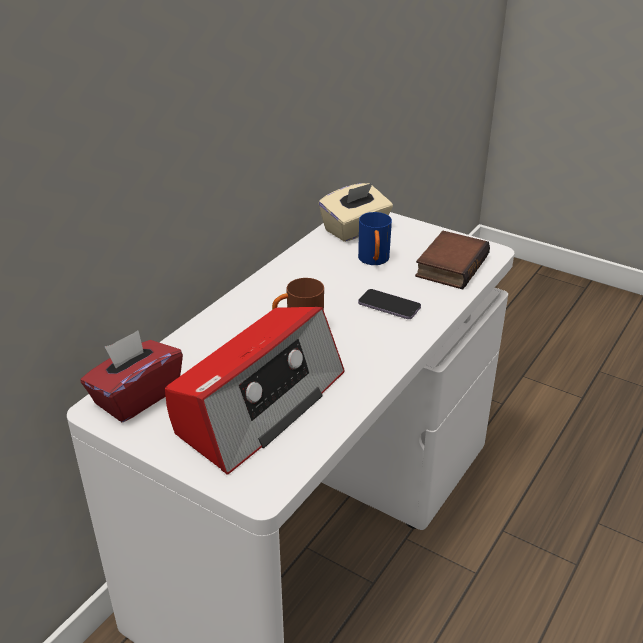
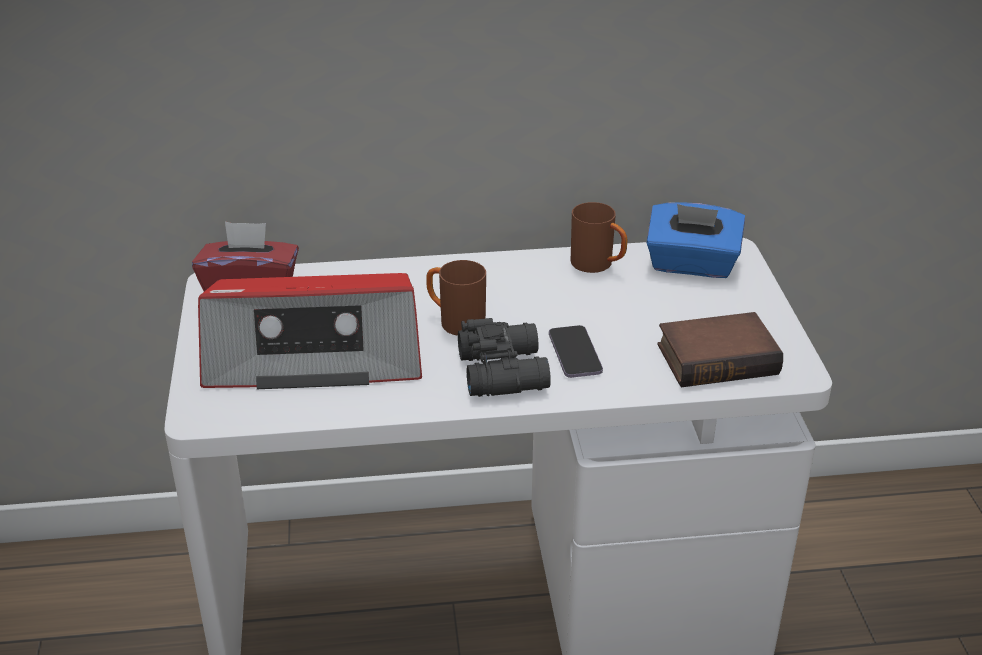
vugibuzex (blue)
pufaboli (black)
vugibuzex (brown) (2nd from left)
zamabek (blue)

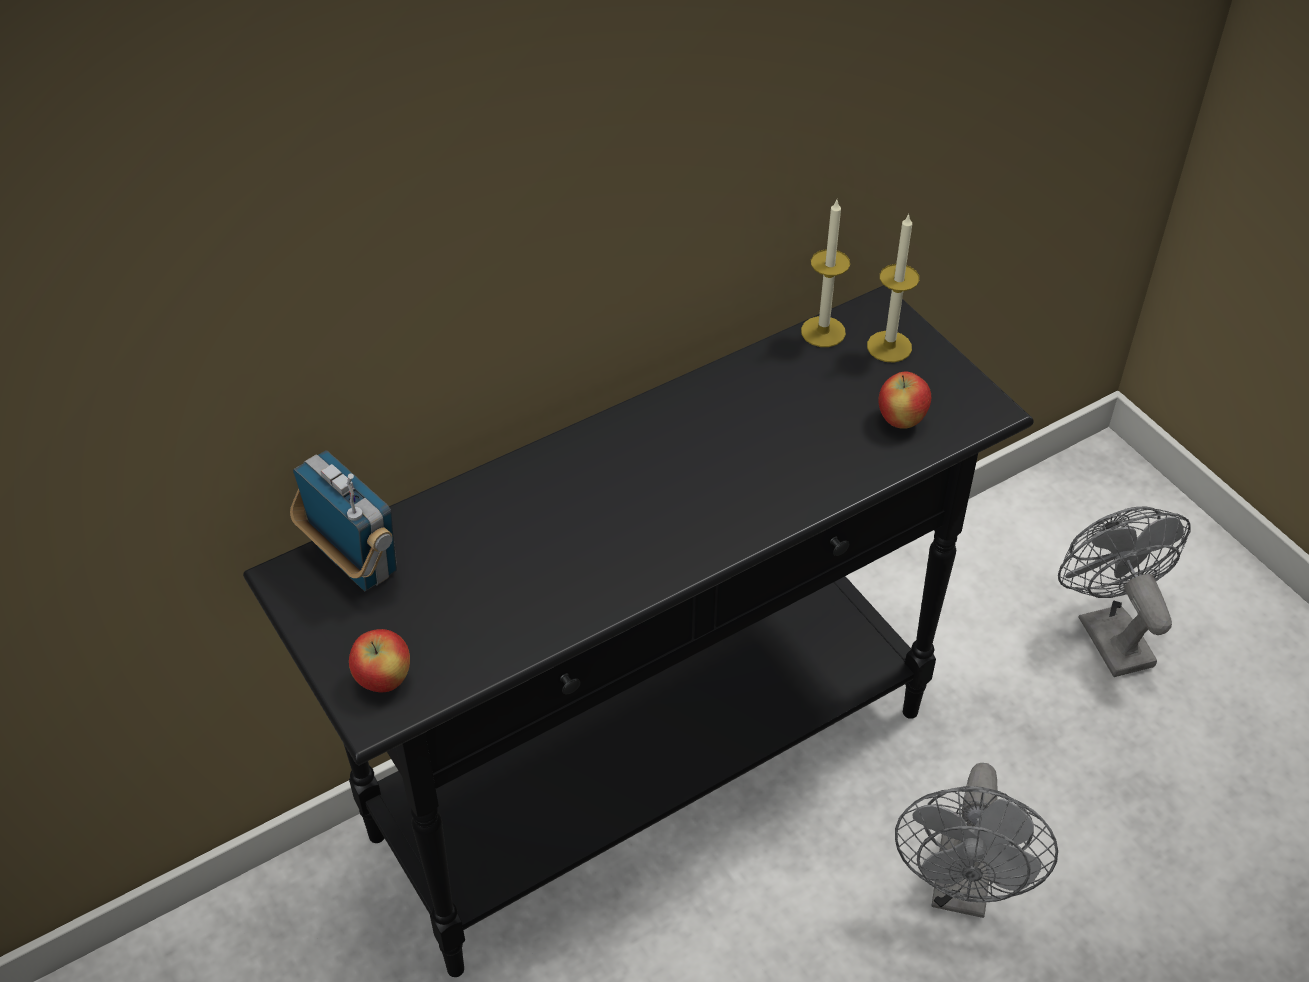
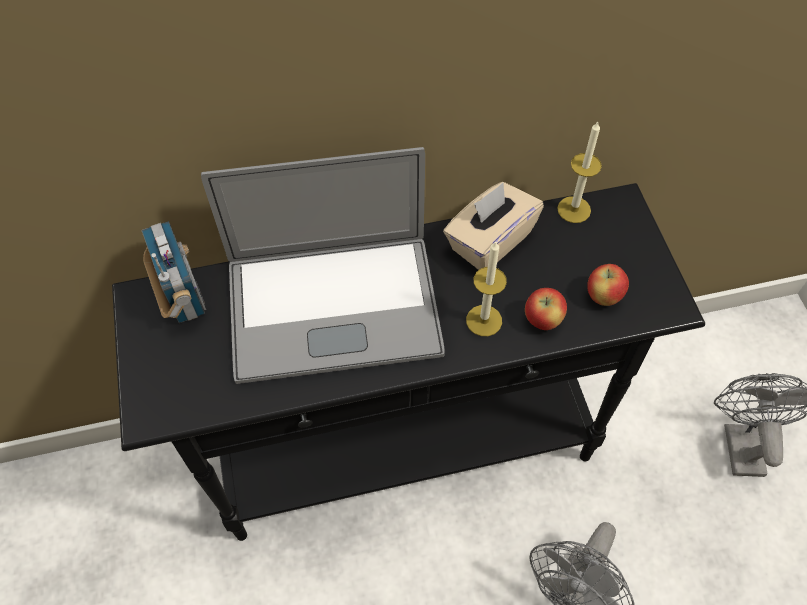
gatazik
zamabek (beige)
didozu (1st from left)
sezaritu (1st from left)

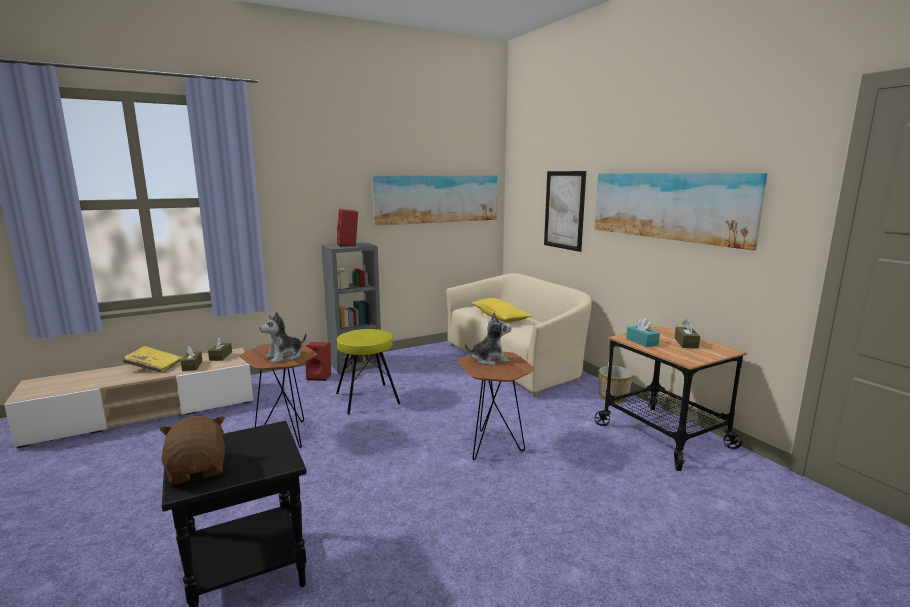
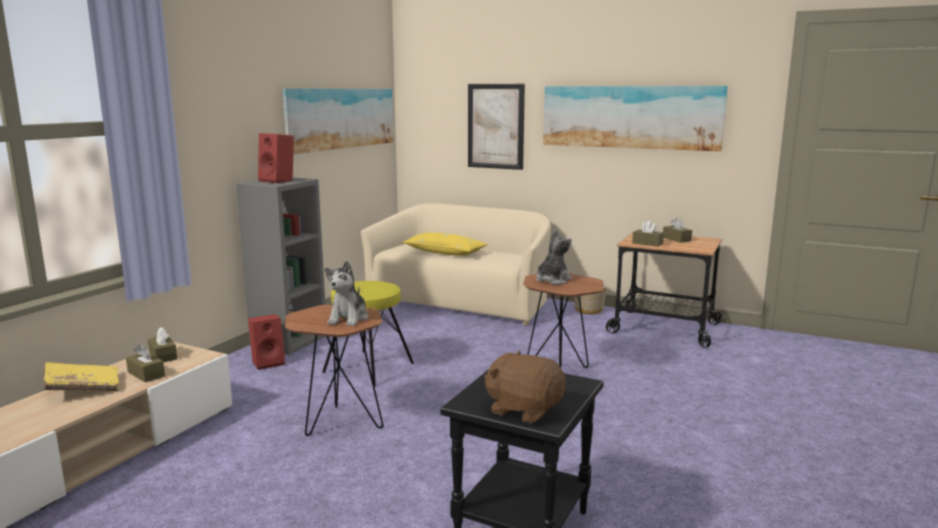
zamabek (brown) (3rd from left)

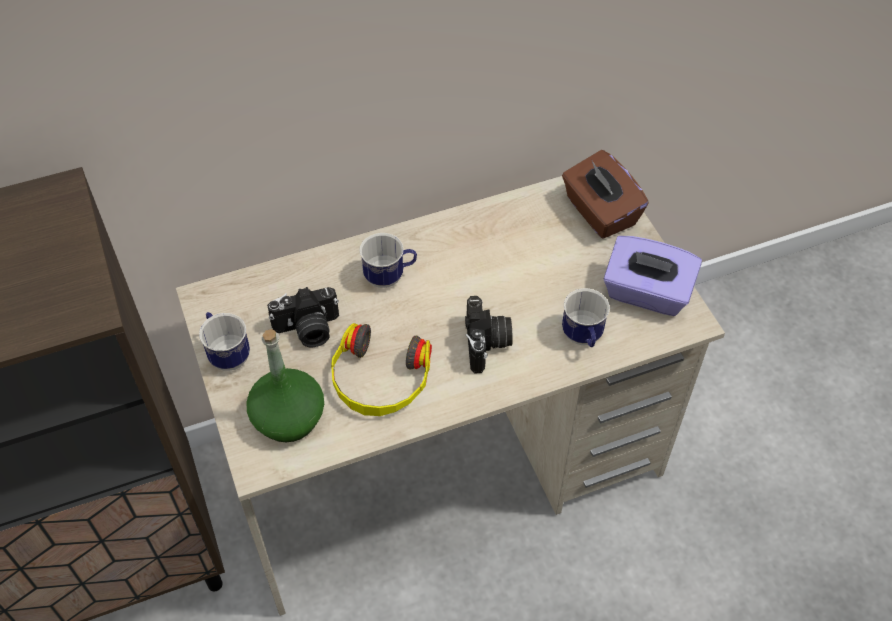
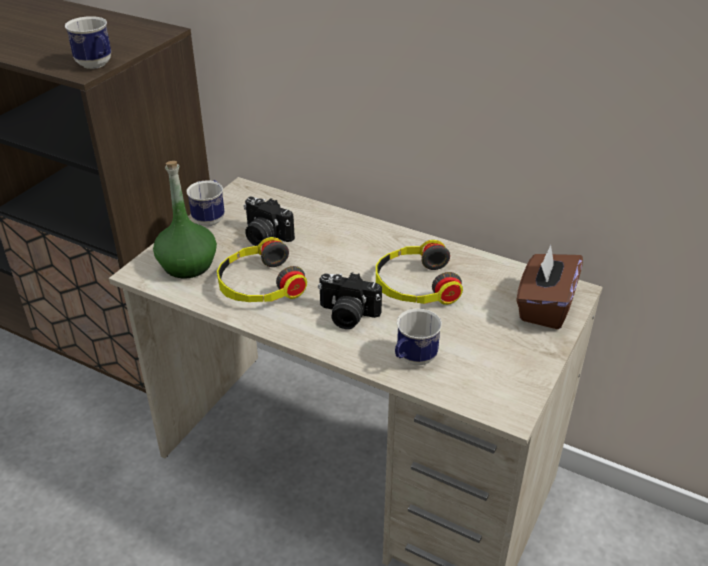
zamabek (purple)
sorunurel (2nd from left)
vugibuzex (1st from left)
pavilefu (2nd from left)

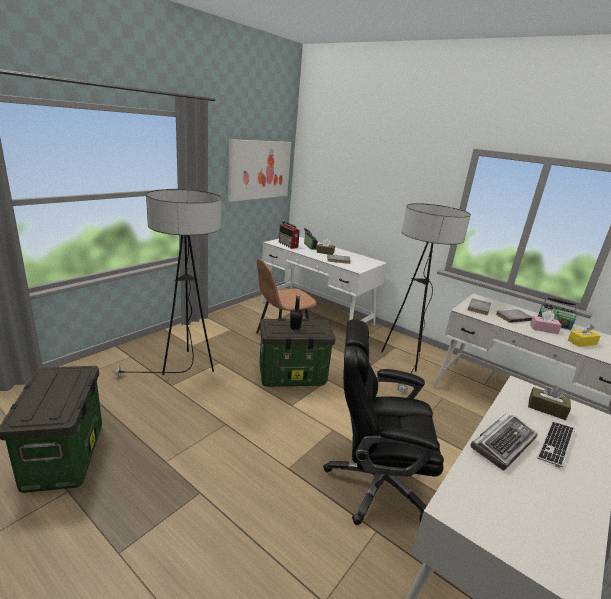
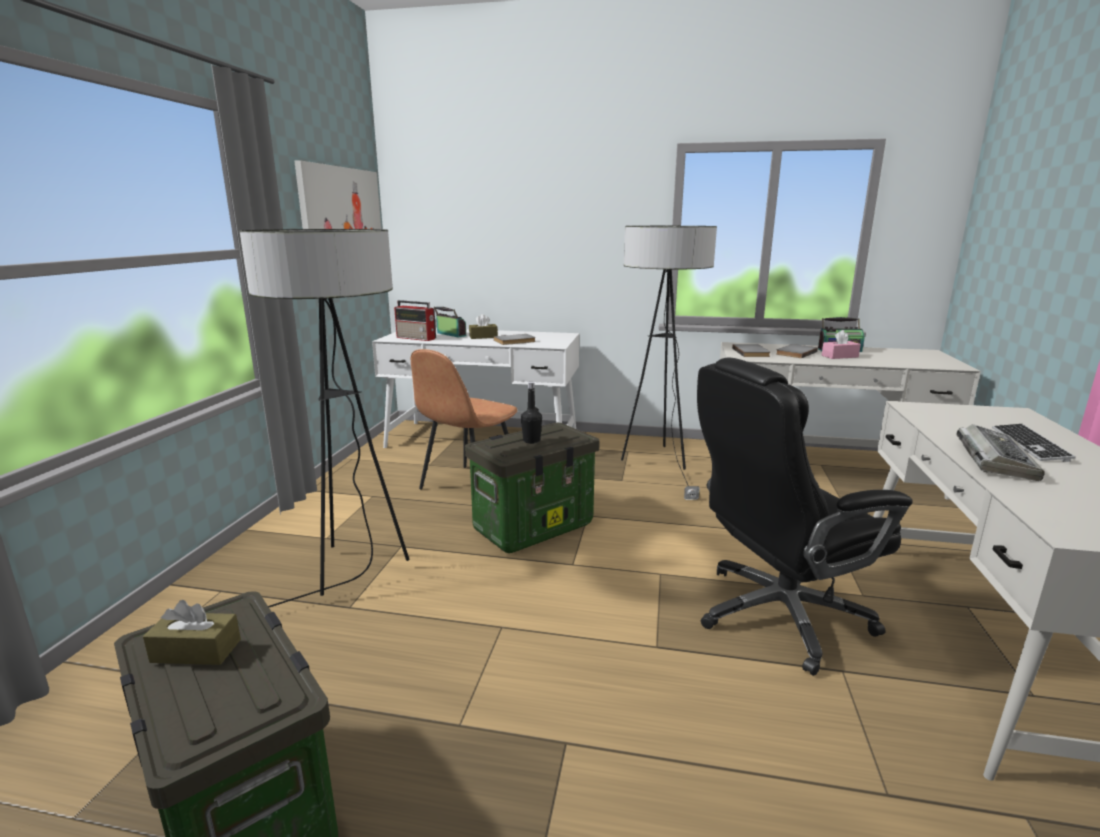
zamabek (yellow)
zamabek (brown) (1st from left)

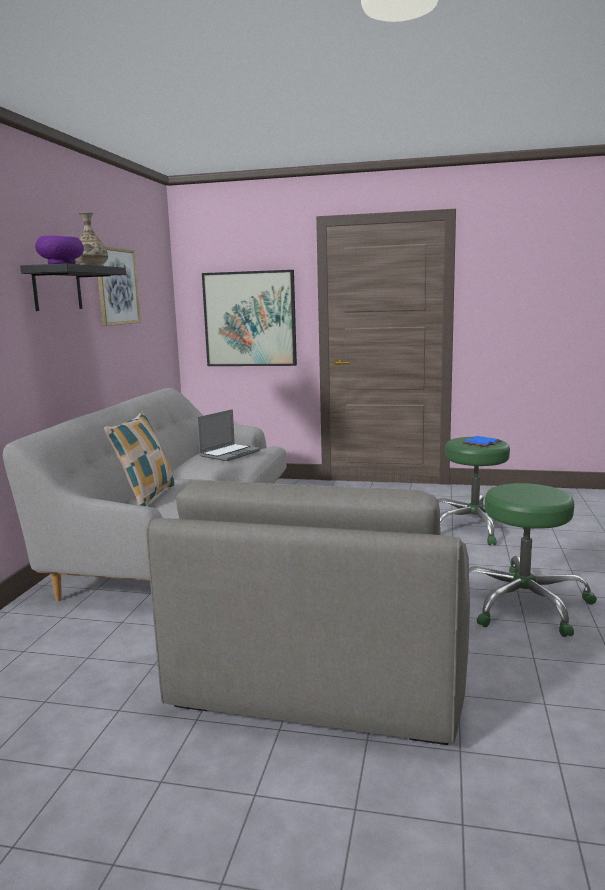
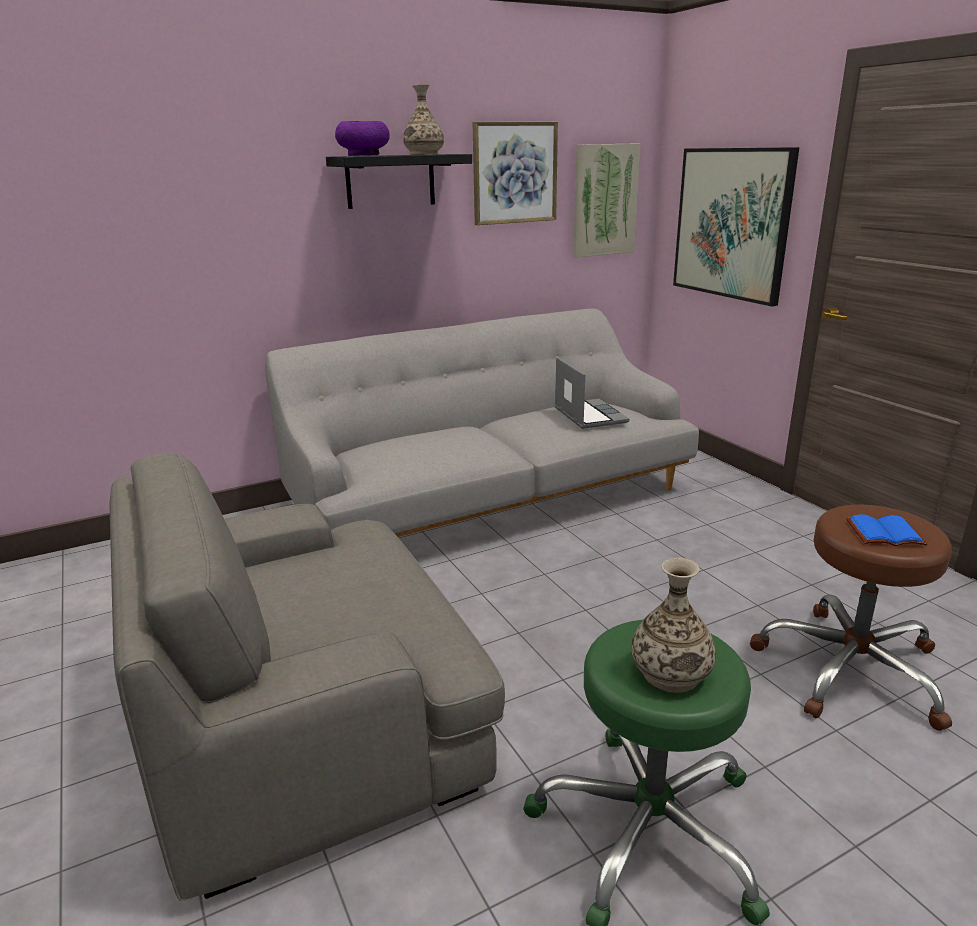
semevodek
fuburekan (2nd from left)
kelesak (2nd from left)
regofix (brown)
gatazik

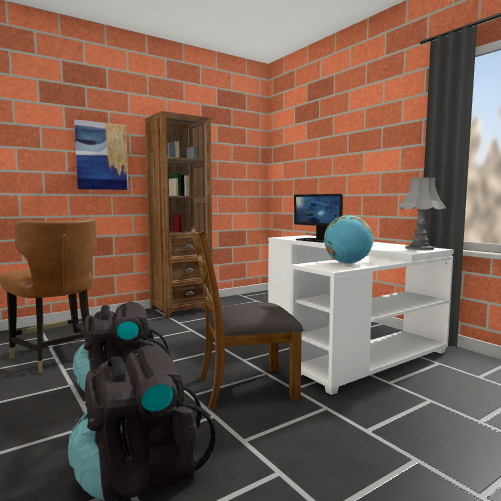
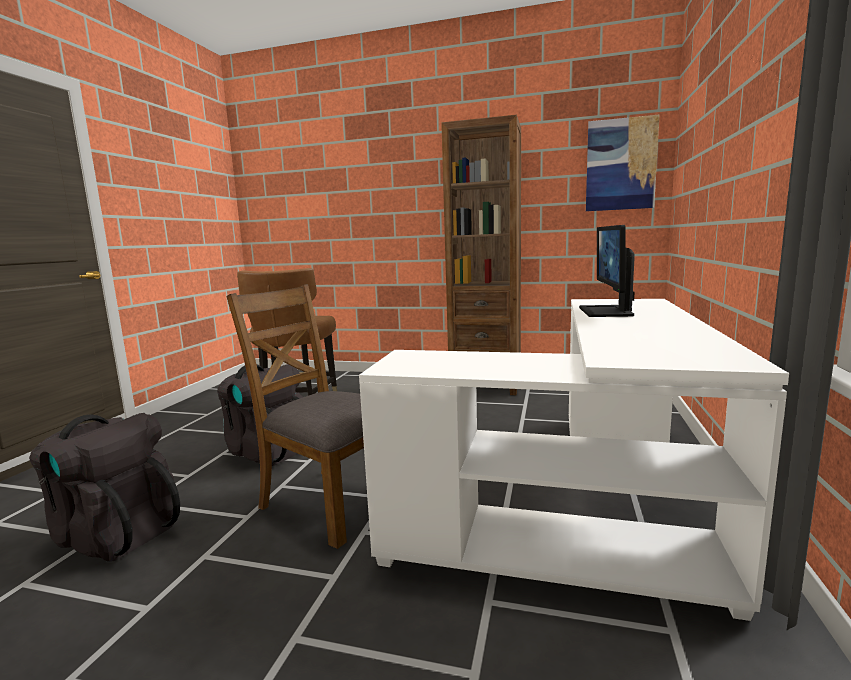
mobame
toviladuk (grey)
fuburekan

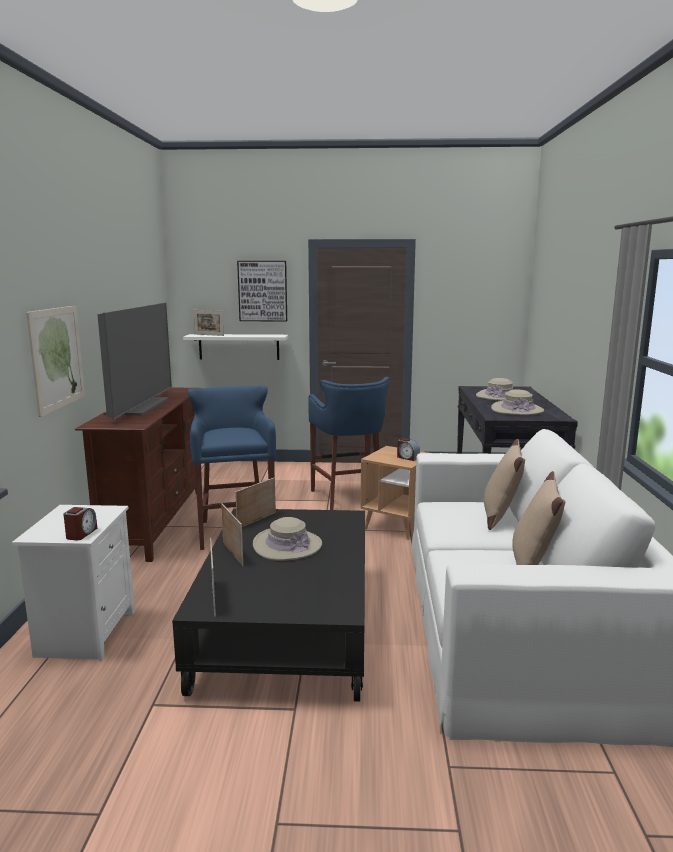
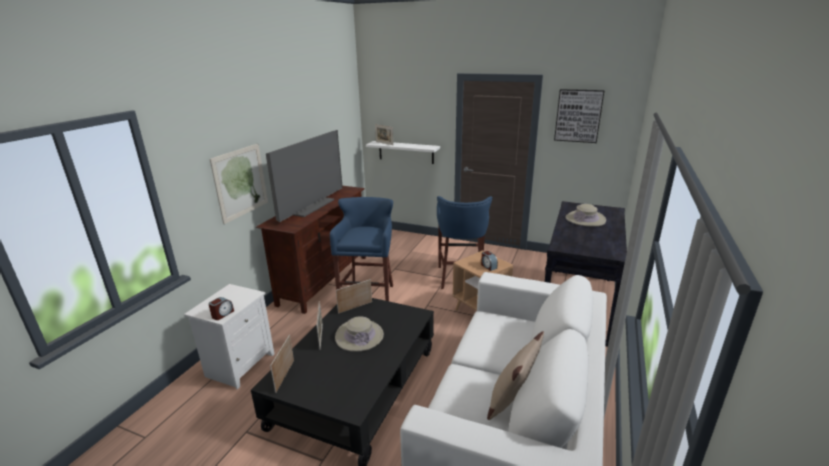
semevodek (beige) (1st from left in the first image)
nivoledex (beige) (3rd from left in the first image)
fuburekan (2nd from left)

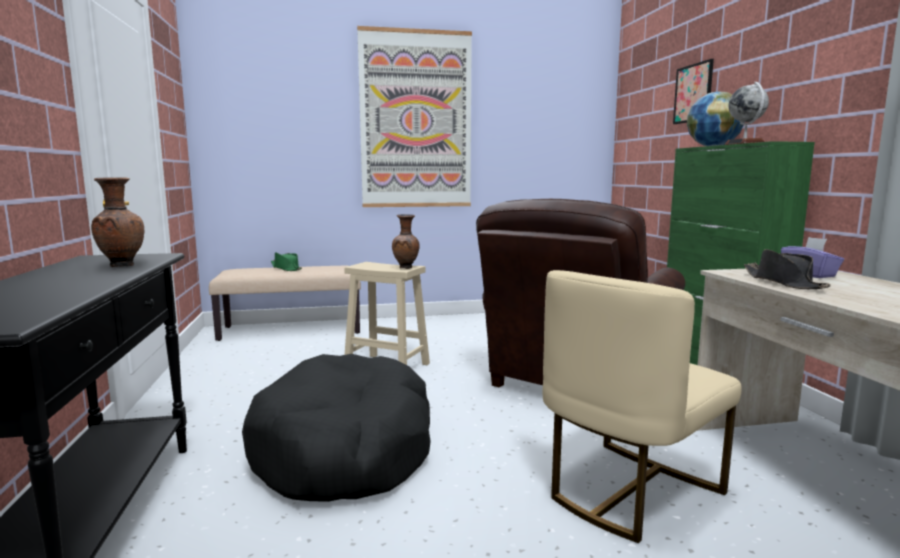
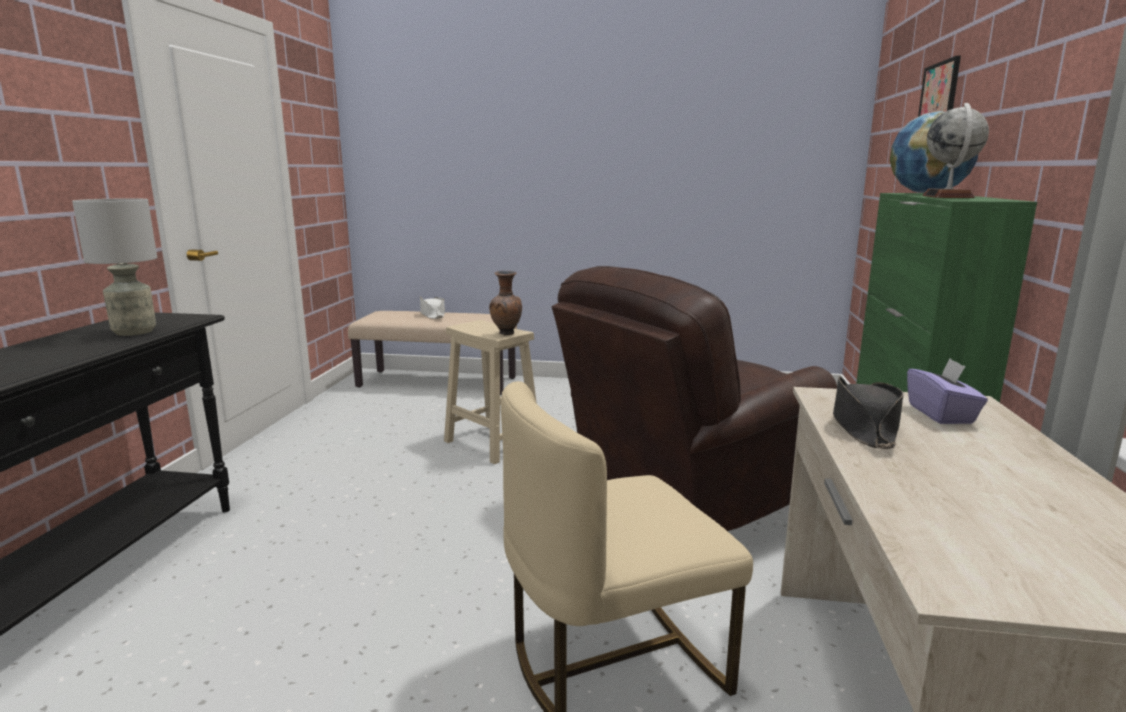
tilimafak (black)
fuburekan (1st from left in the first image)
toviladuk (grey)
nivoledex (white)

